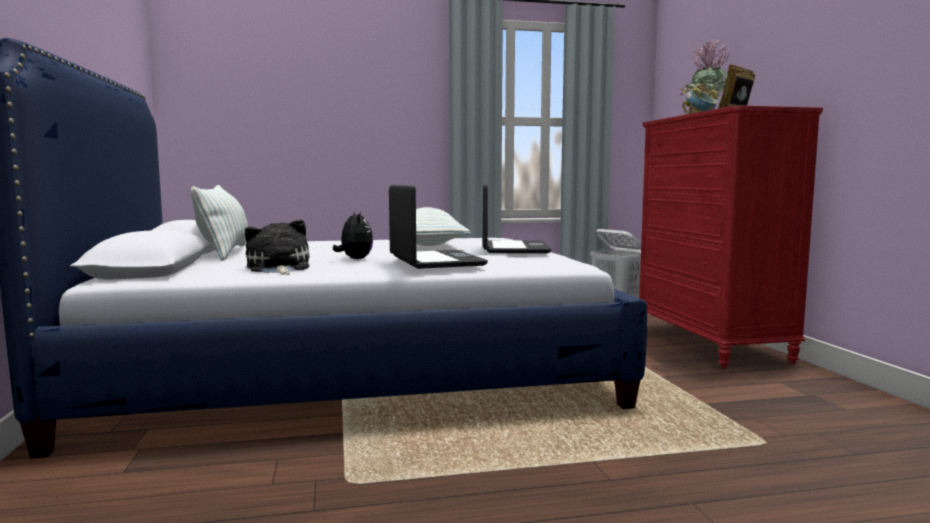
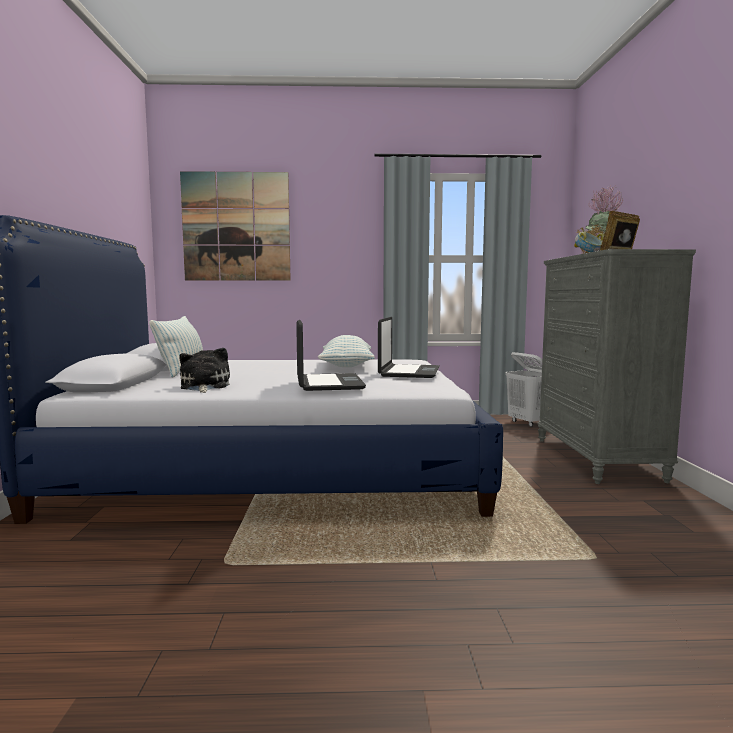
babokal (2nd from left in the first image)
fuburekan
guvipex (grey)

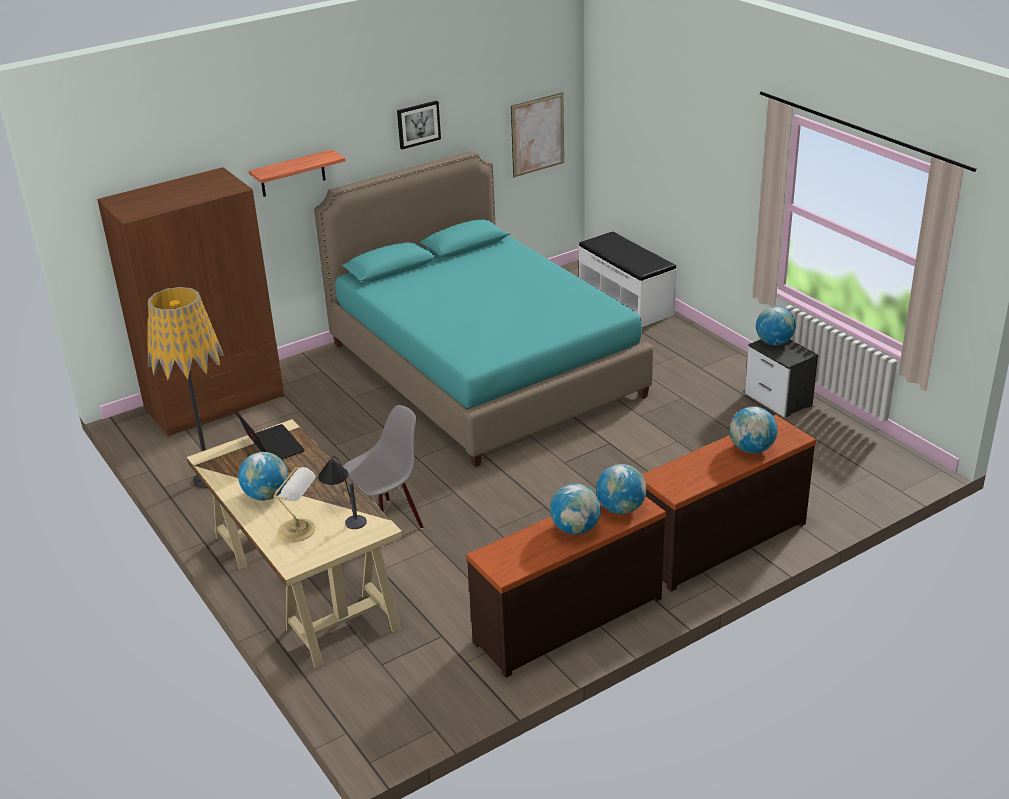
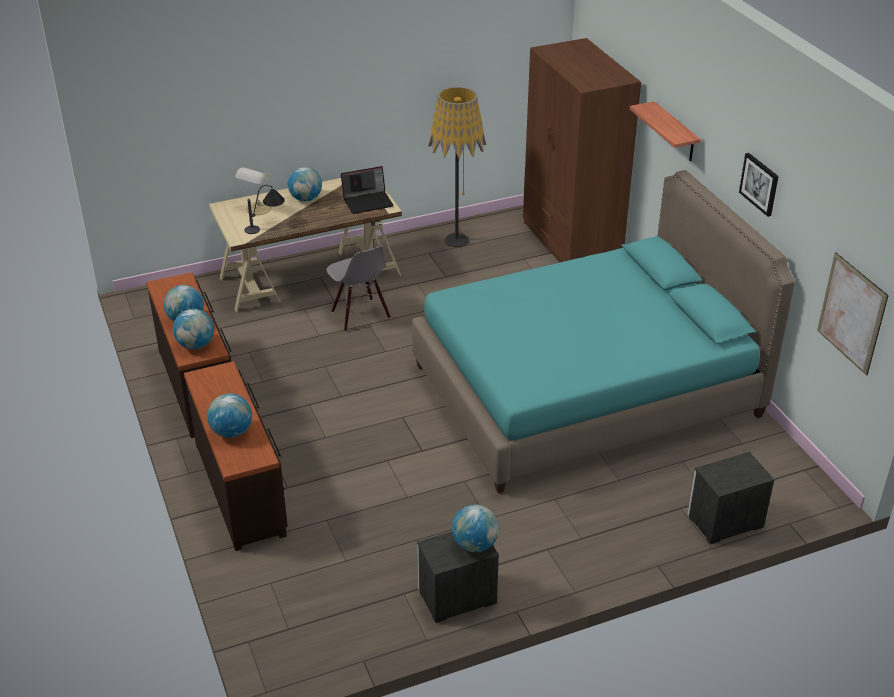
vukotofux (2nd from left)

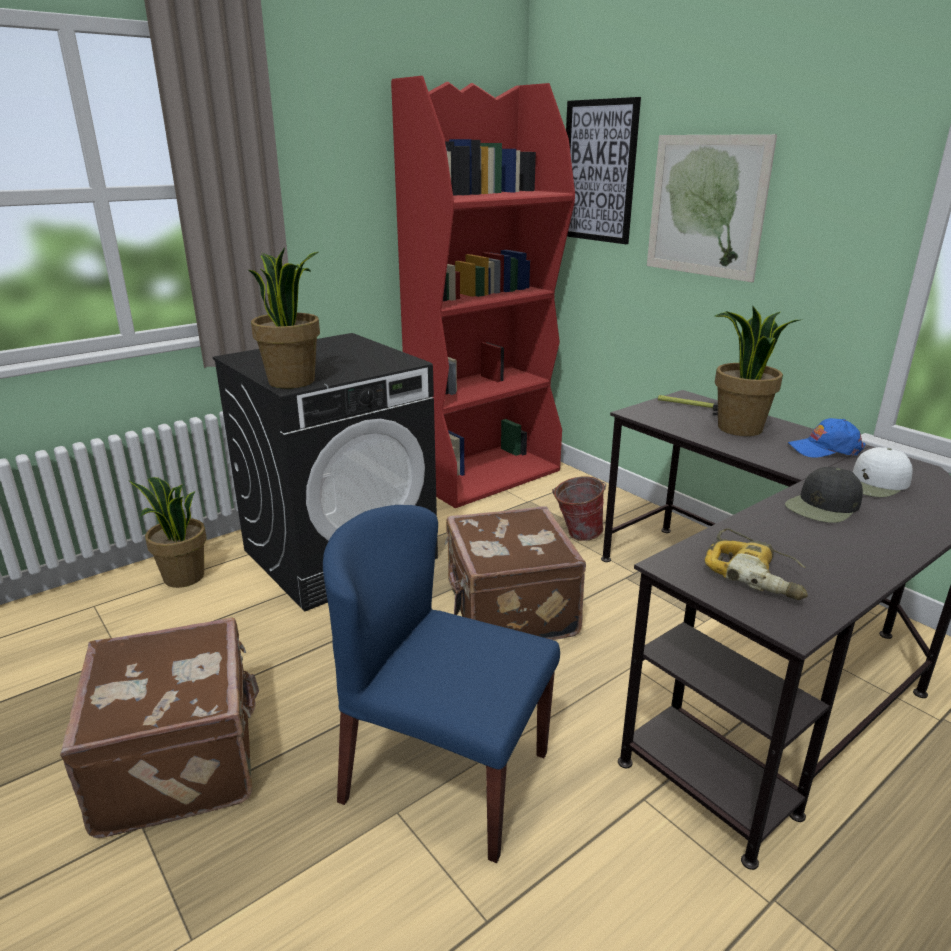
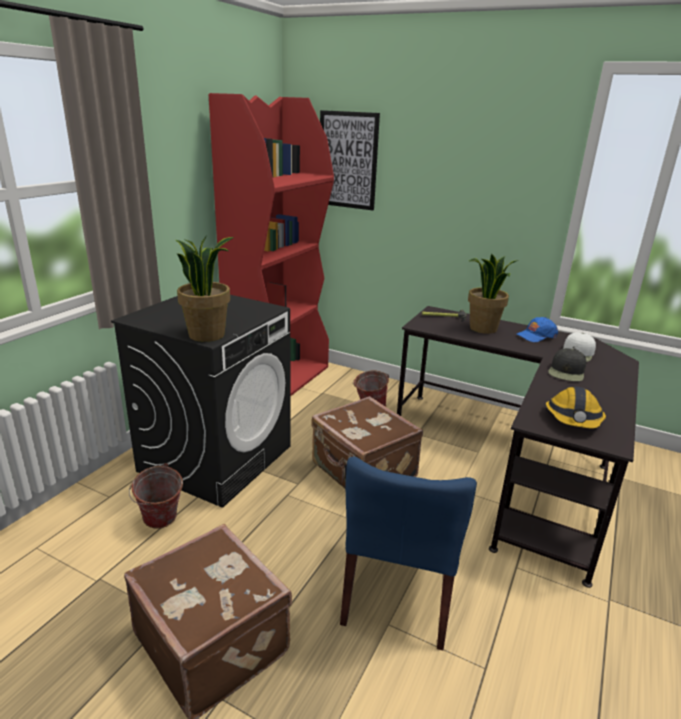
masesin (1st from left in the first image)
fuburekan (2nd from left in the first image)
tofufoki (1st from left)
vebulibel
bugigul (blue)

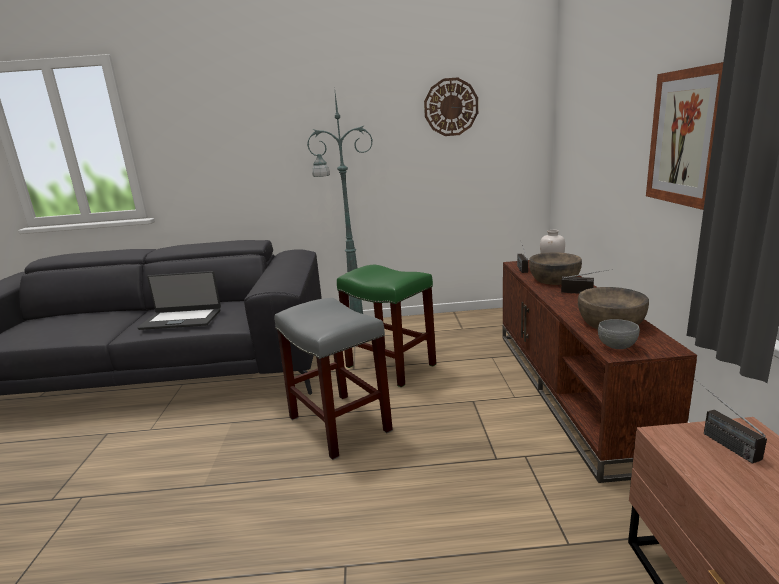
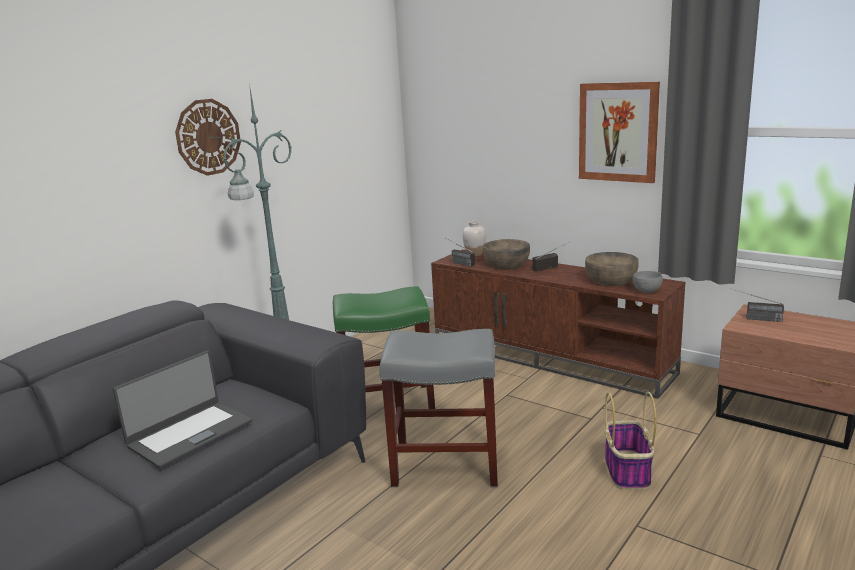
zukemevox
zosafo

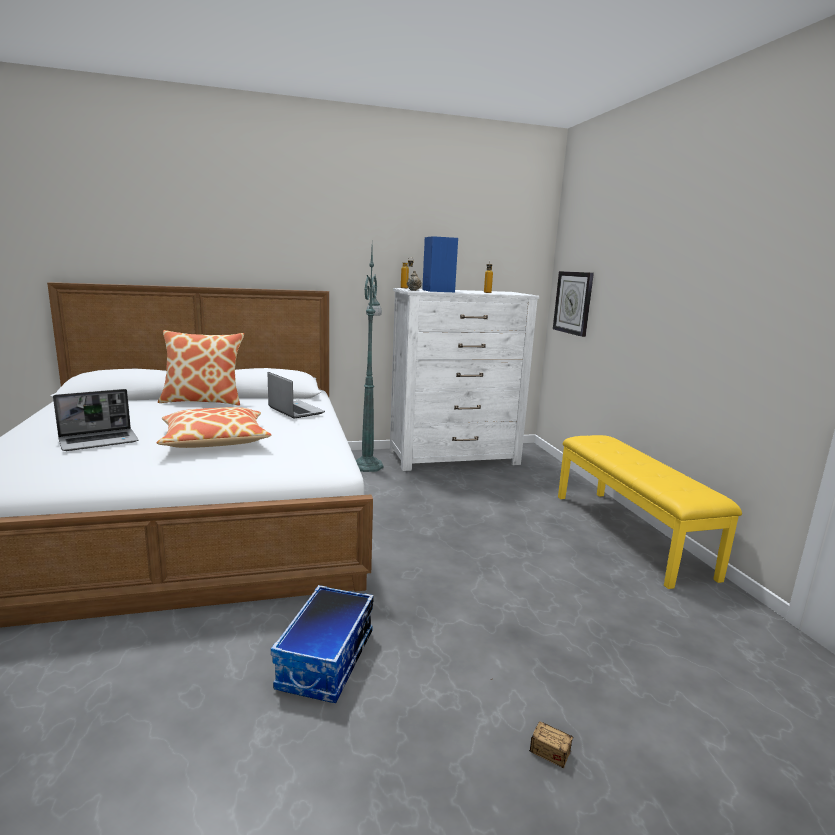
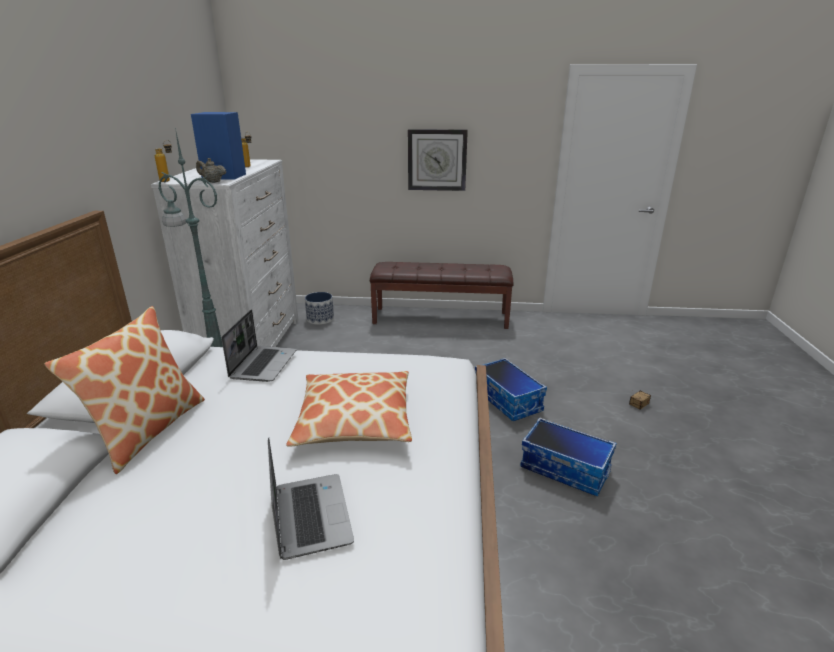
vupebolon
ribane (1st from left)
zosafo
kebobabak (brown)
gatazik (1st from left)

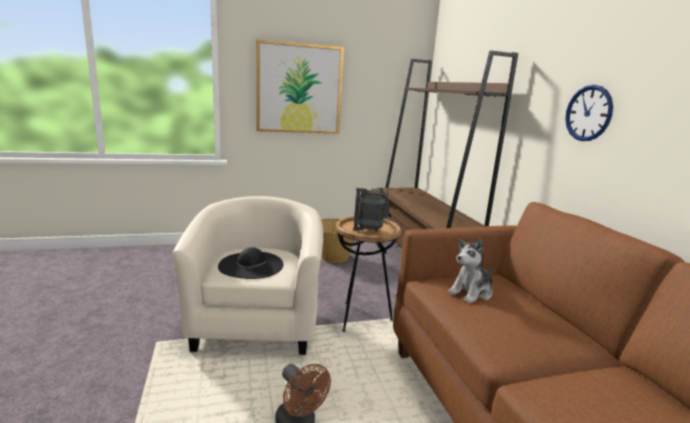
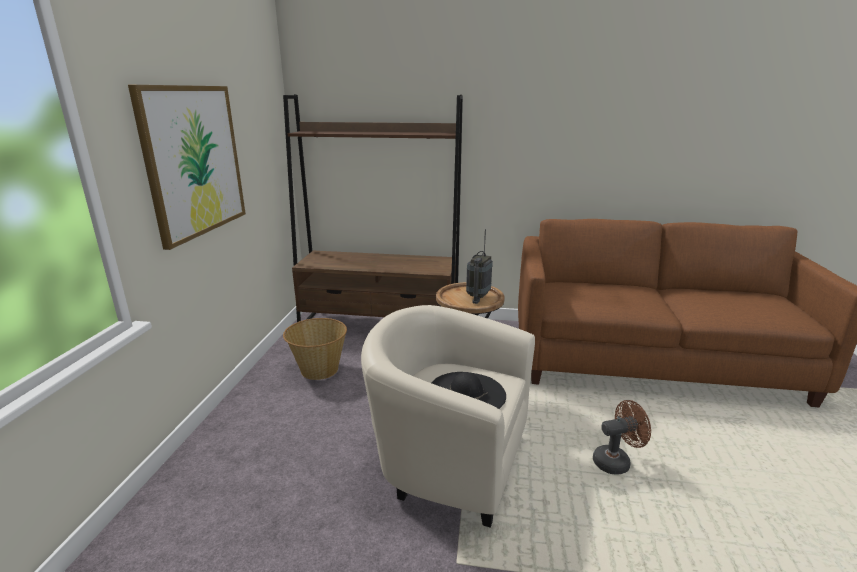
babokal
zosafo

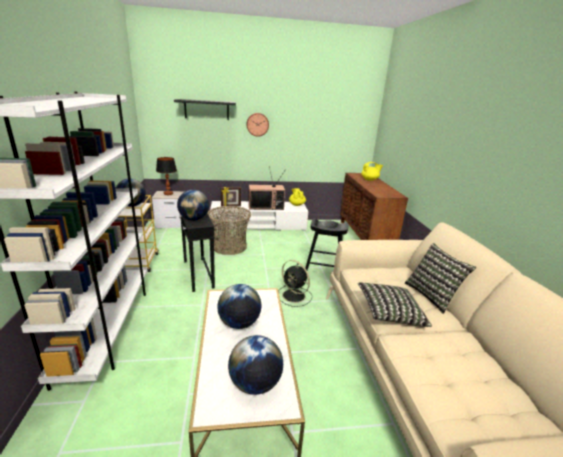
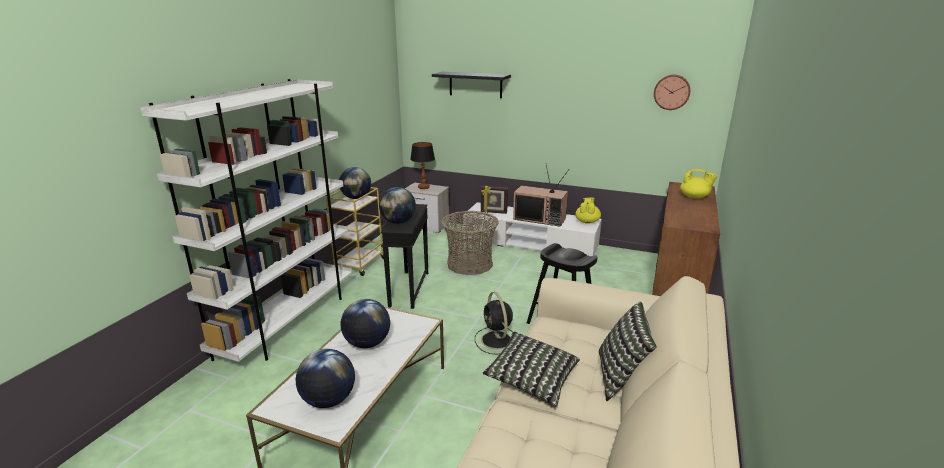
zosafo

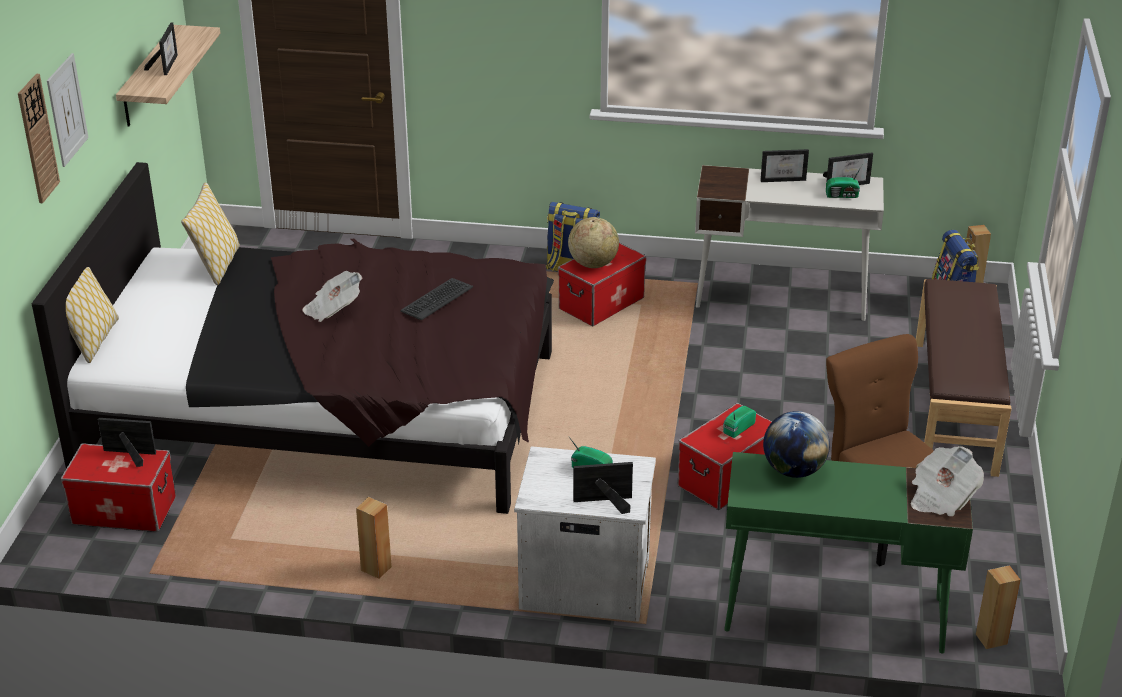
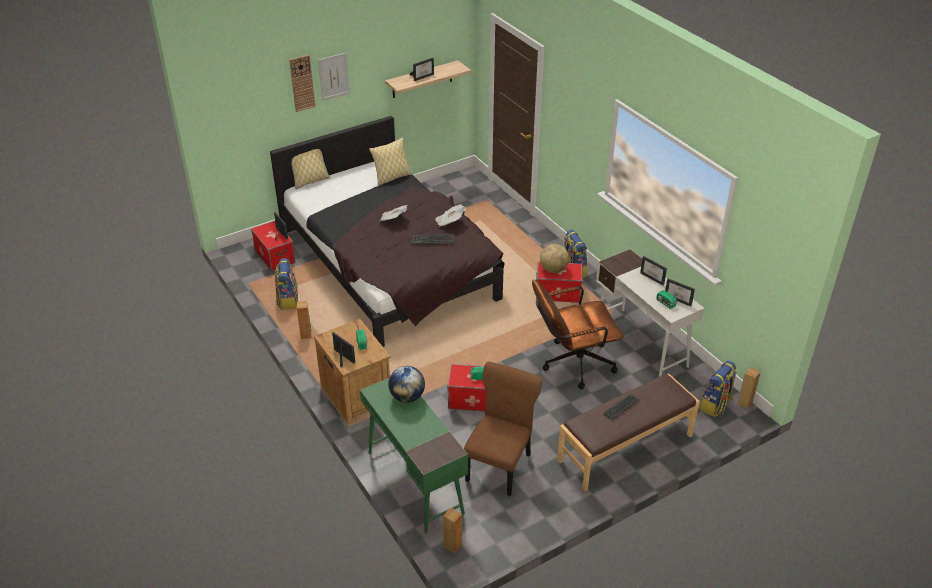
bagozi (1st from left)
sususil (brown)
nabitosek (2nd from left)
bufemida (2nd from left)
vukotofux (brown)

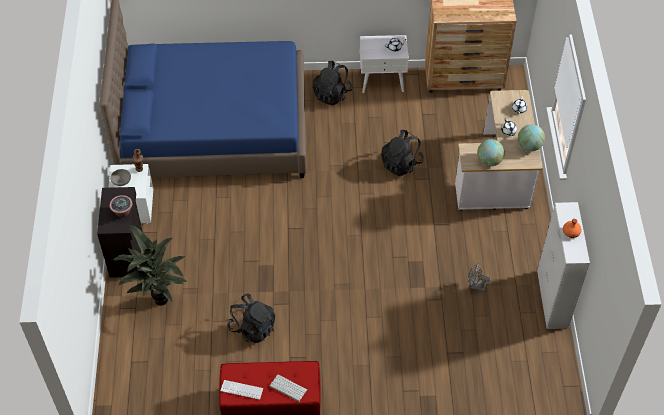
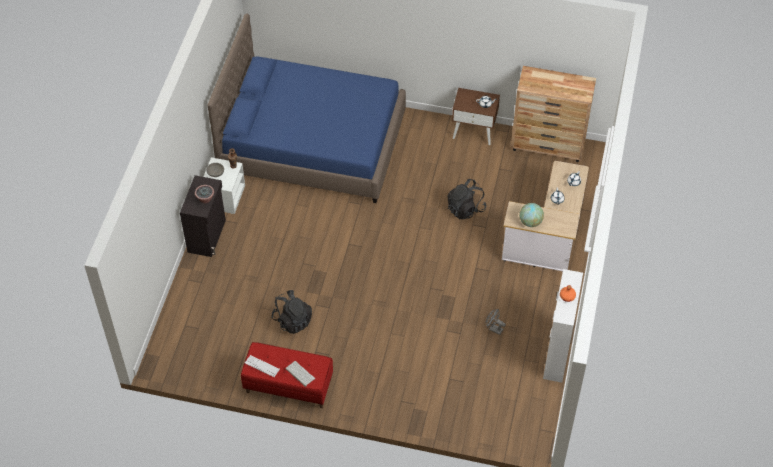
masesin (2nd from left in the first image)
bagozi (black) (2nd from left in the first image)
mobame (2nd from left in the first image)
vukotofux (brown)

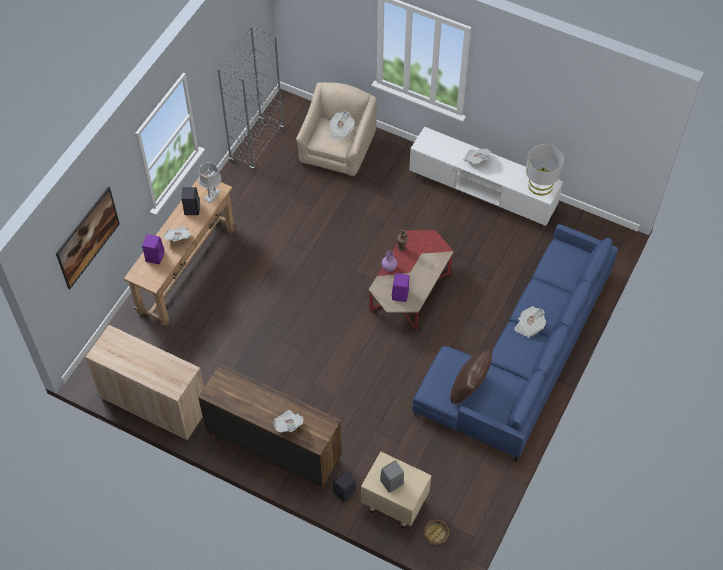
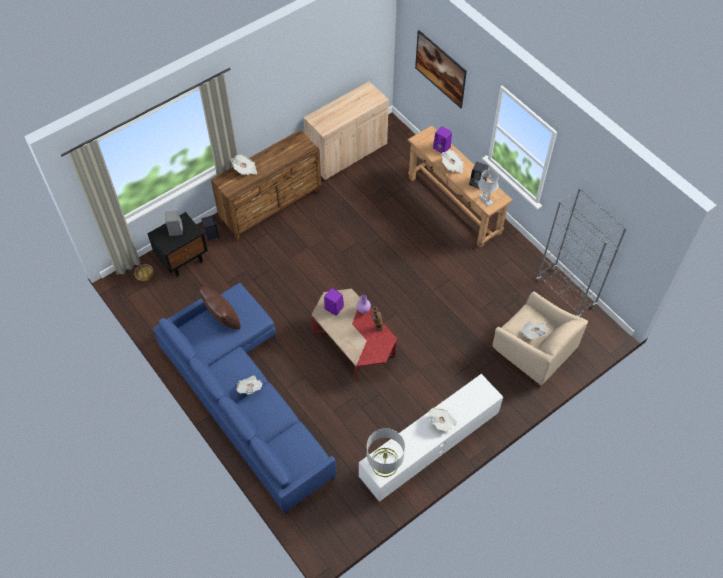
vukotofux (black)

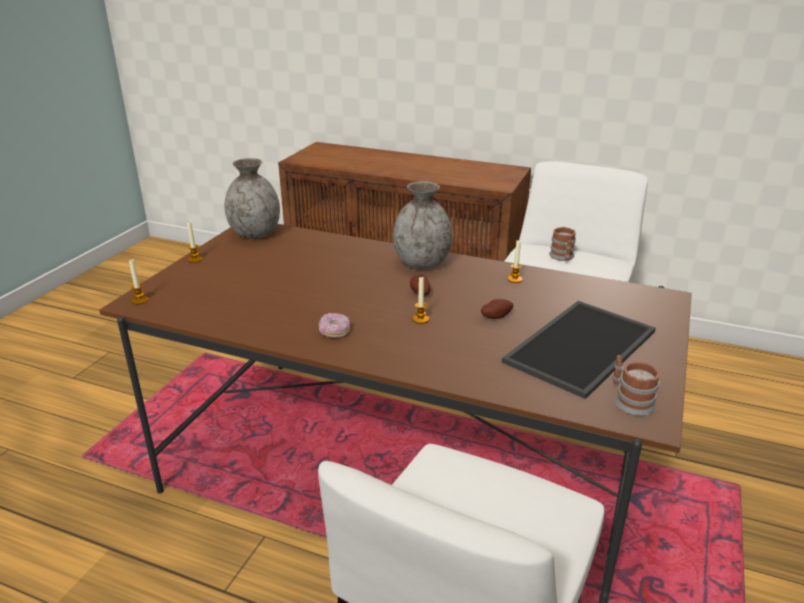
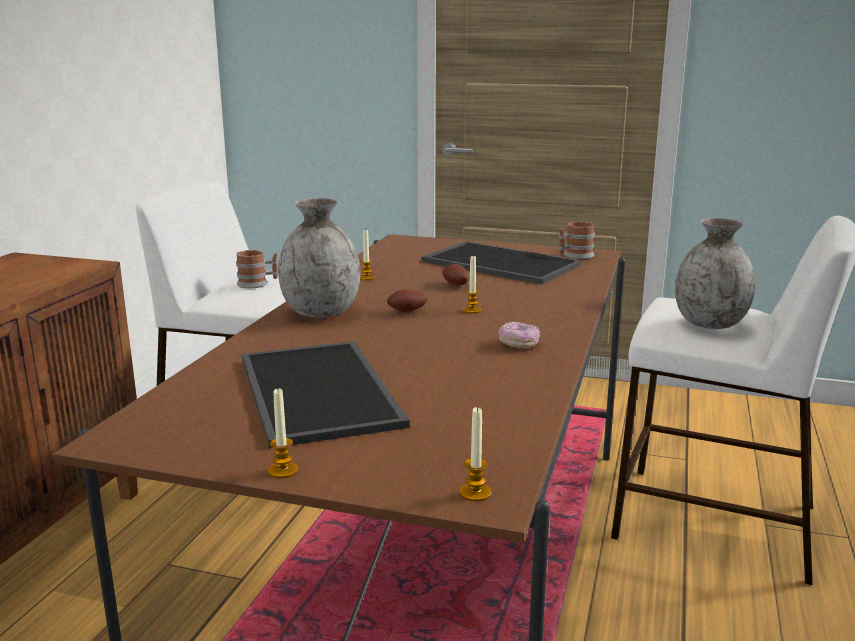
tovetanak (1st from left)
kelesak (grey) (2nd from left)

